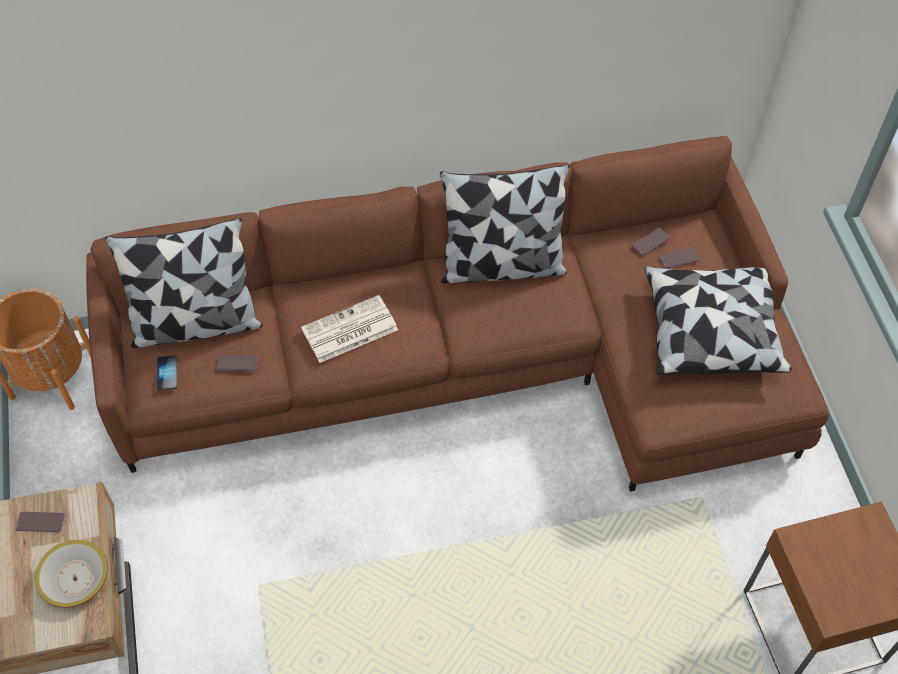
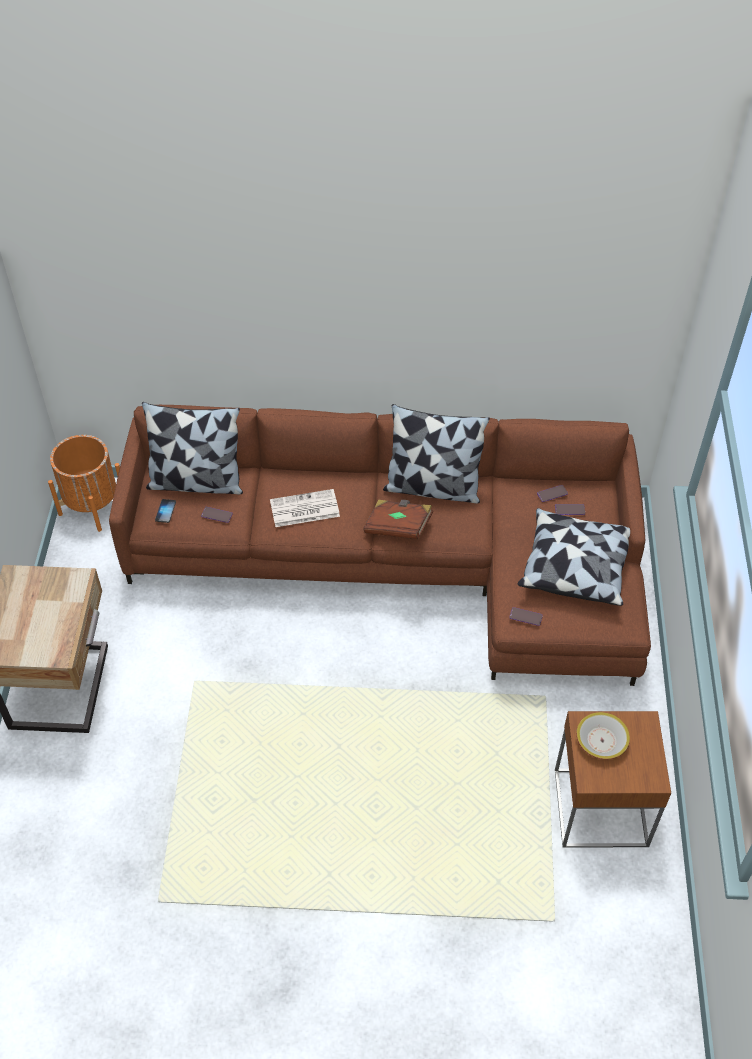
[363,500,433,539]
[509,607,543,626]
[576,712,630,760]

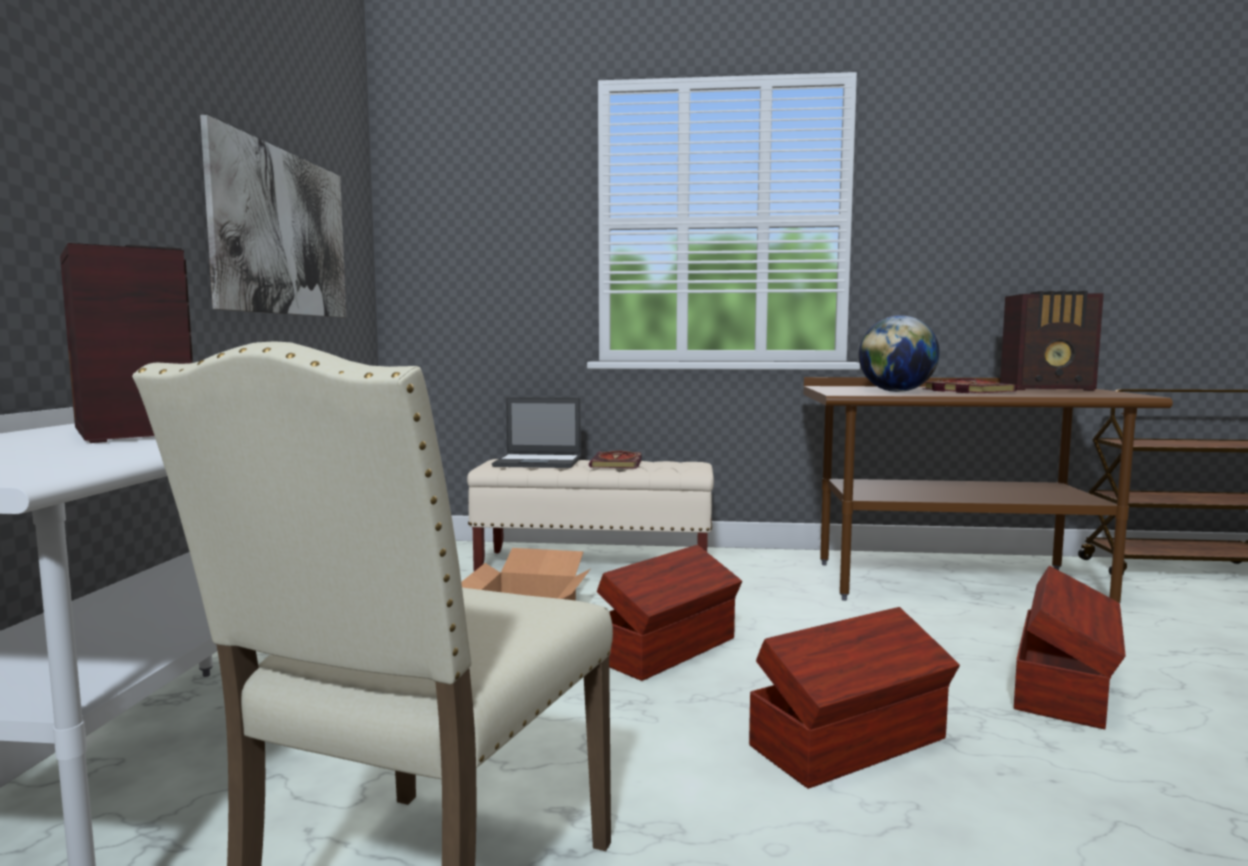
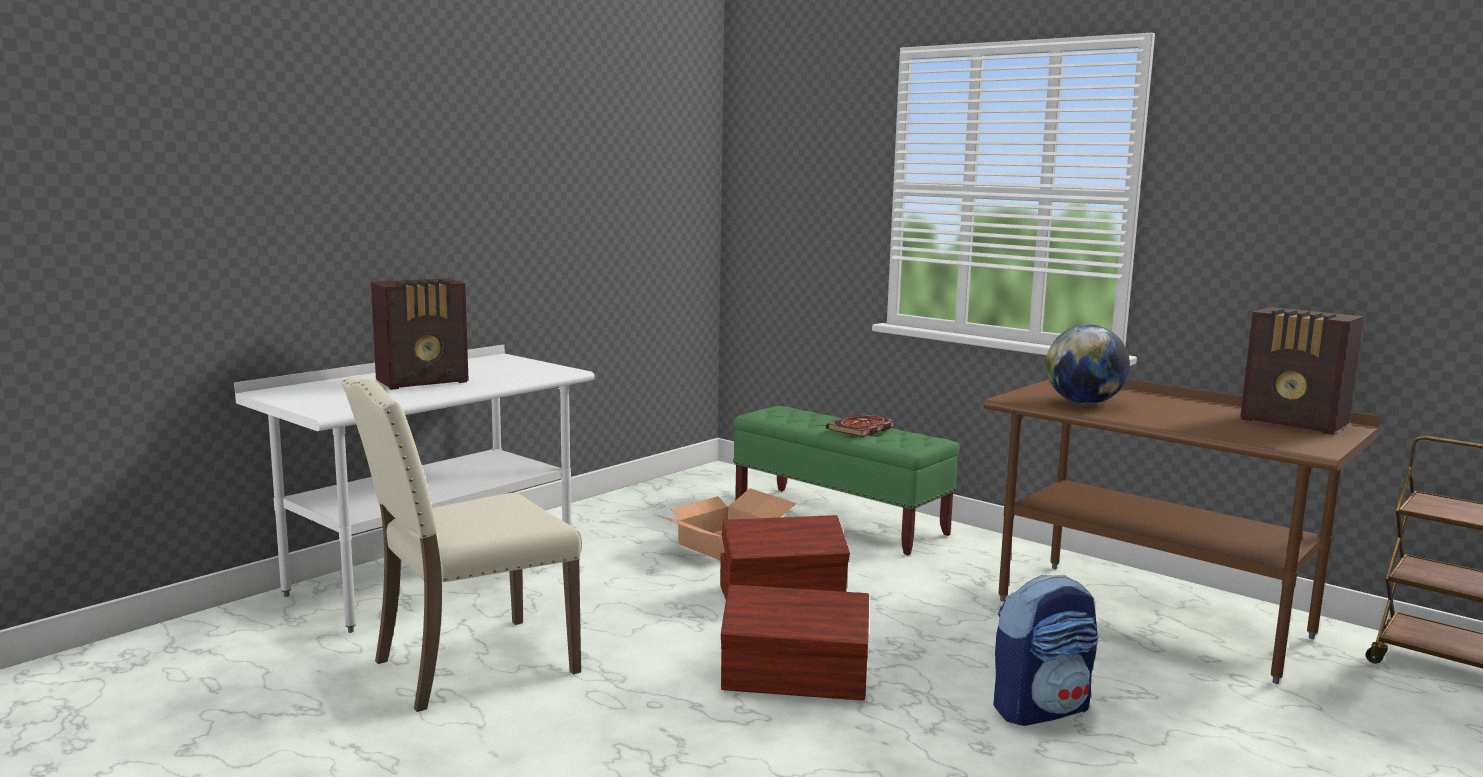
[200,115,346,317] (first image)
[492,397,581,468] (first image)
[922,378,1018,393] (first image)
[993,575,1098,726]
[733,406,960,555]
[371,278,469,390]

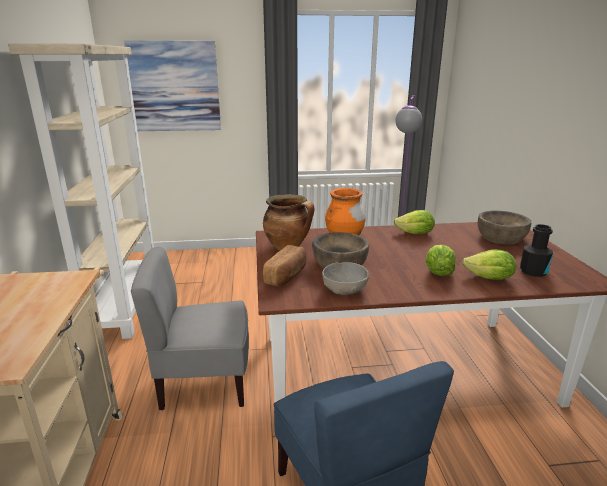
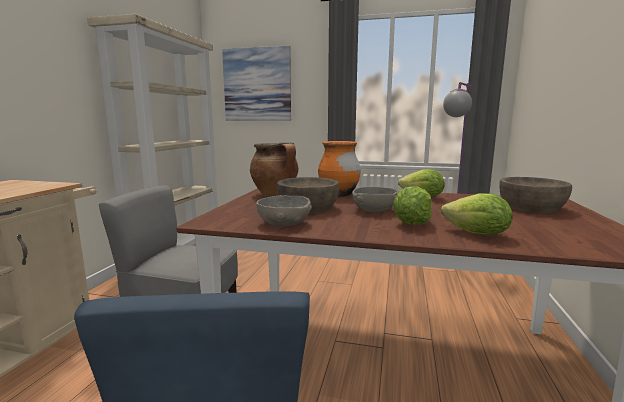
[263,245,307,286] (first image)
[520,224,553,277] (first image)
[352,187,399,212]

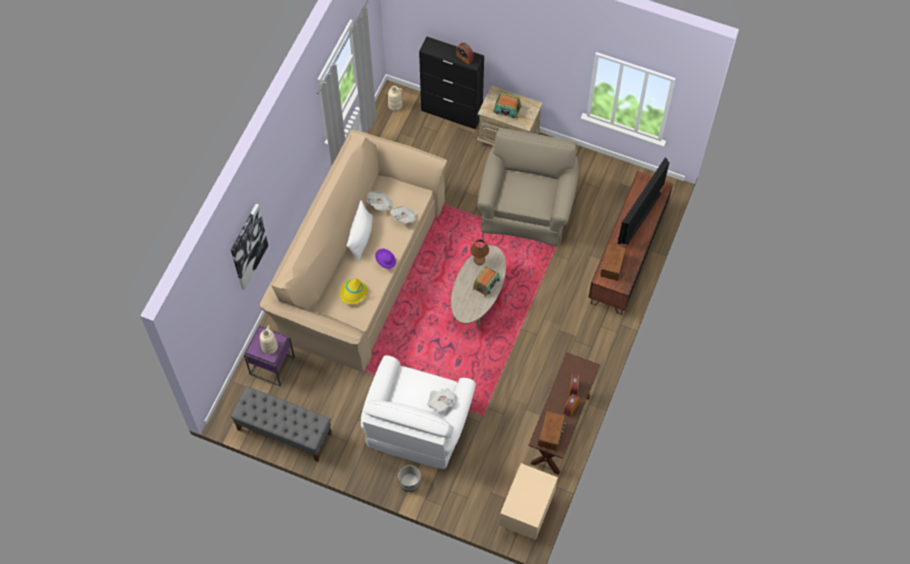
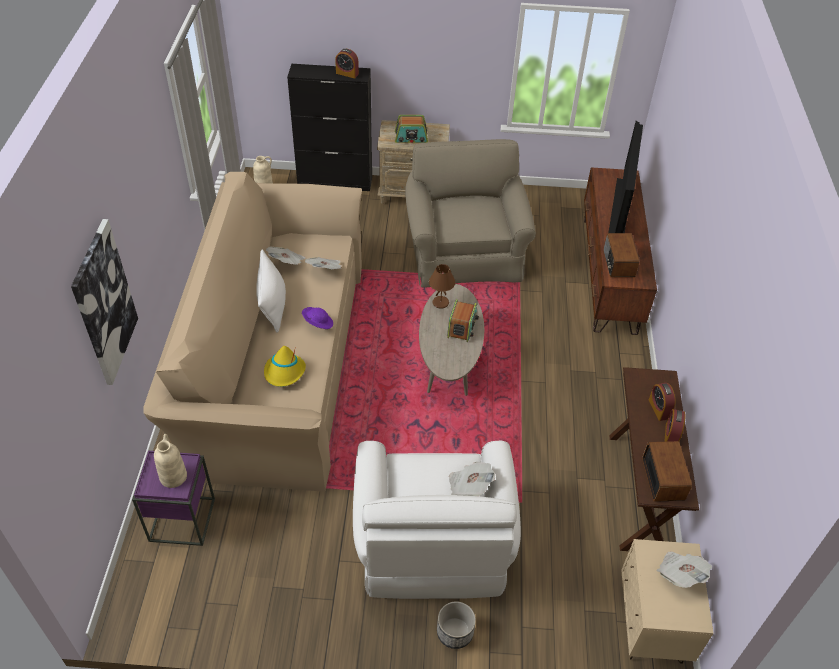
[231,386,332,462] (first image)
[657,551,712,588]

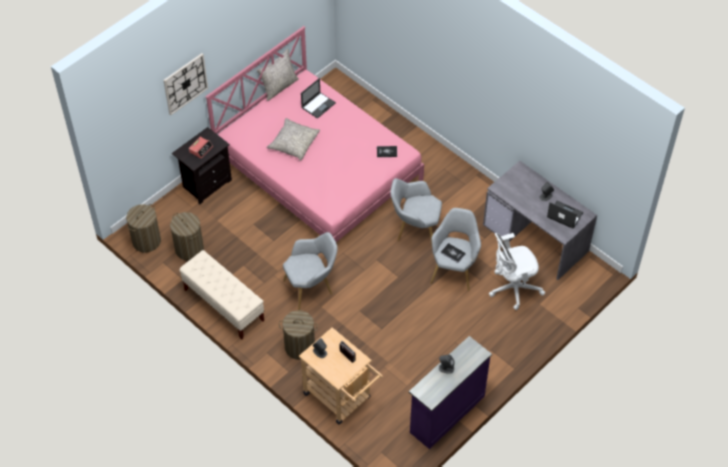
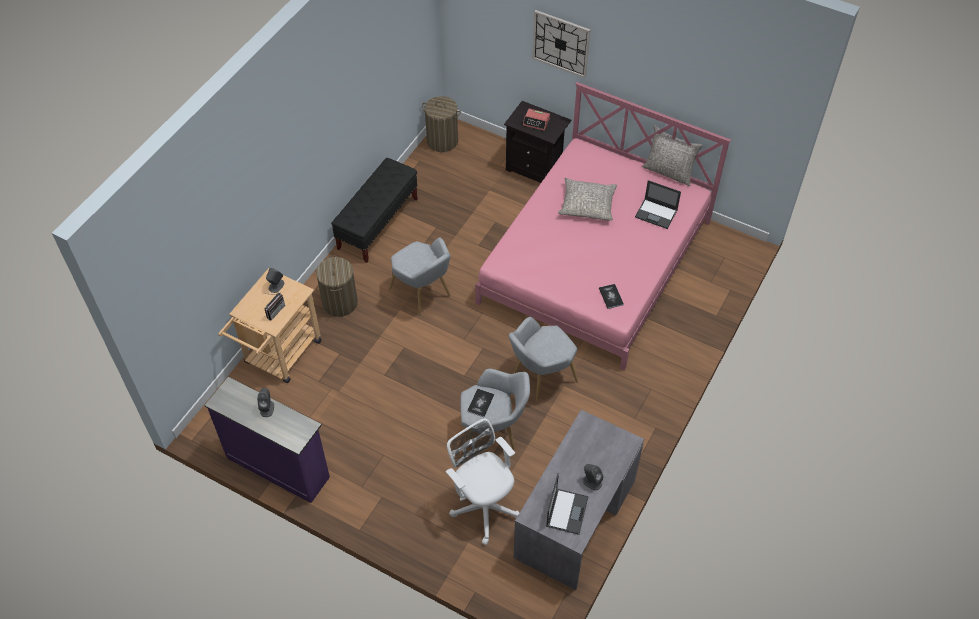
[170,212,204,260] (first image)
[331,158,418,263]
[509,317,578,402]

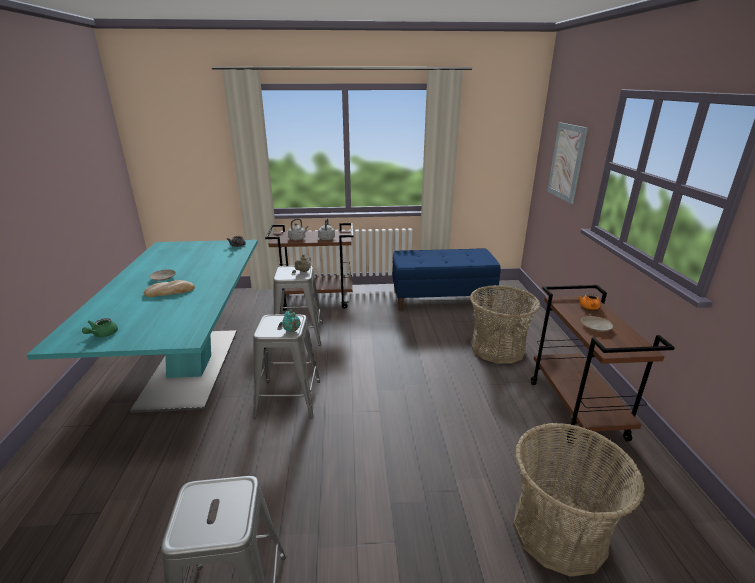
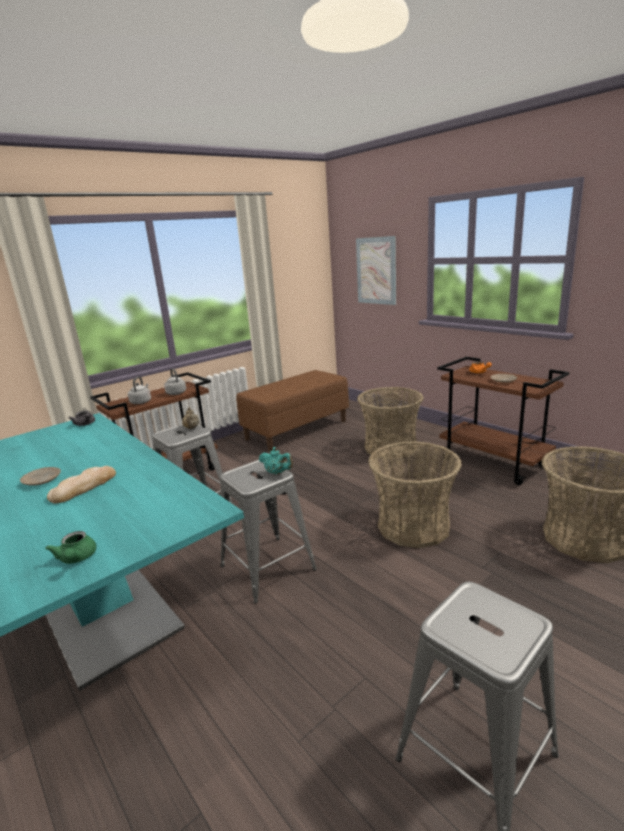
[368,441,462,548]
[236,370,349,452]

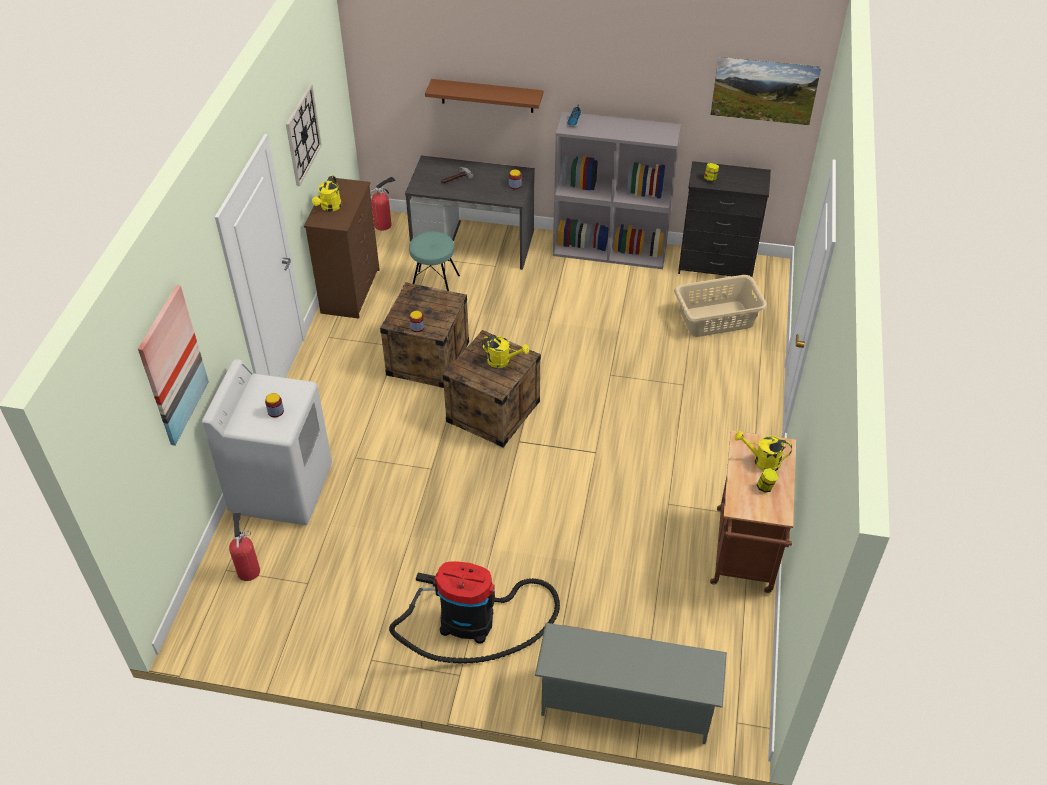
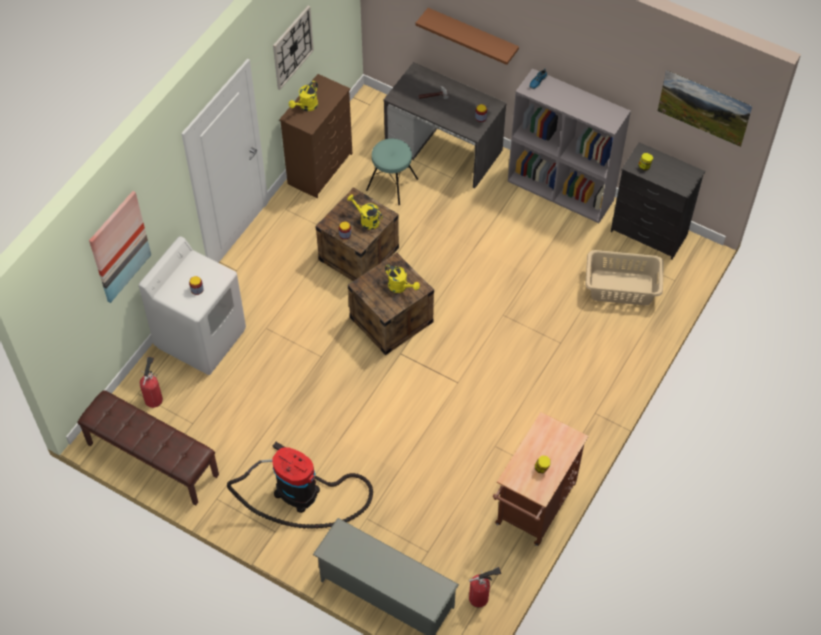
[77,390,219,506]
[469,567,501,607]
[347,194,383,230]

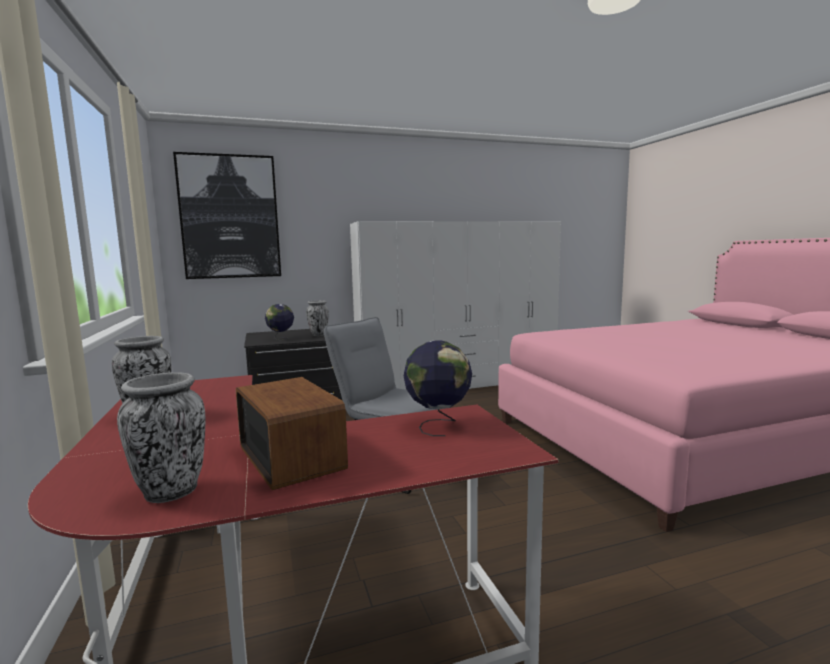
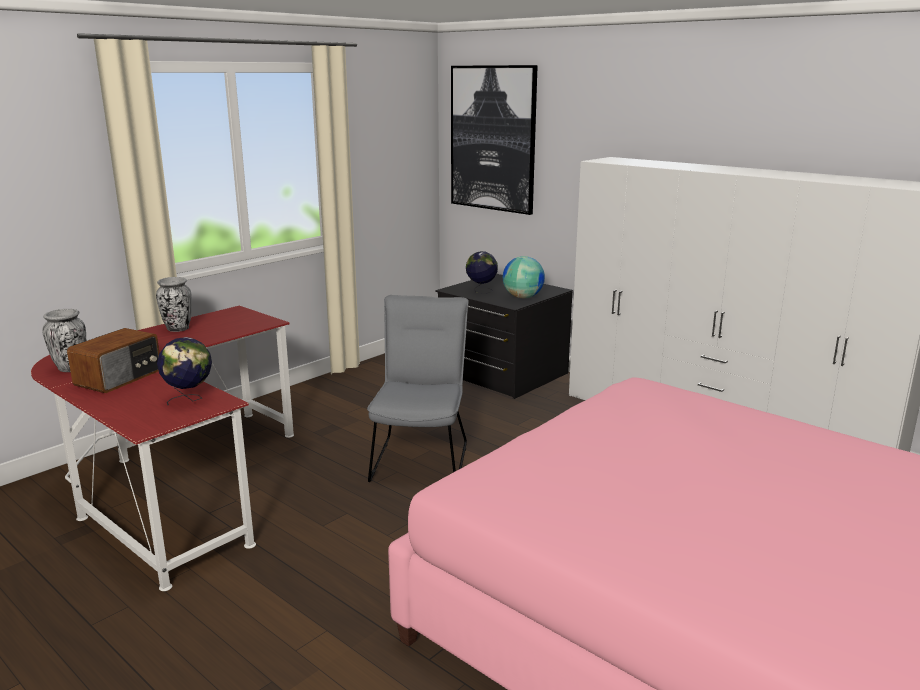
[503,256,545,298]

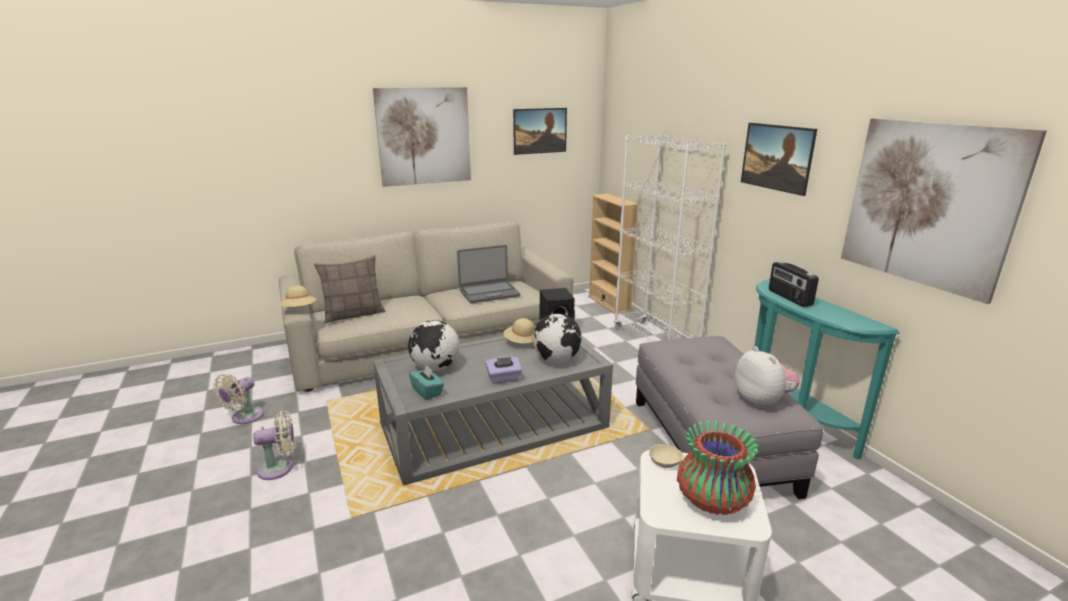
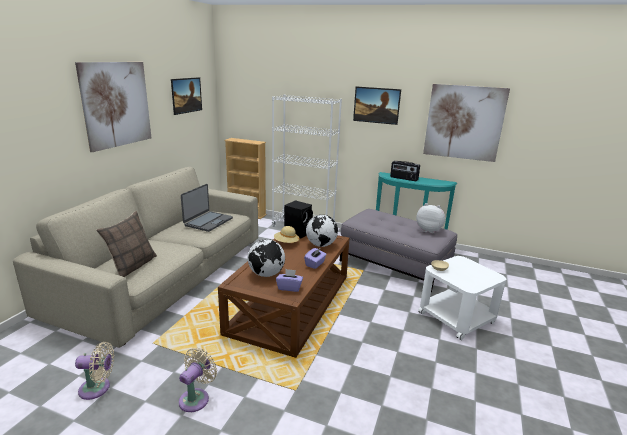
[279,286,316,307] (first image)
[677,421,759,515] (first image)
[218,235,350,358]
[276,269,303,292]
[75,342,114,400]

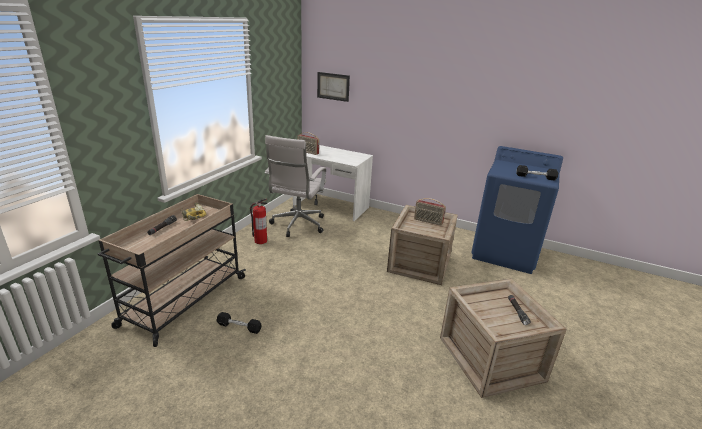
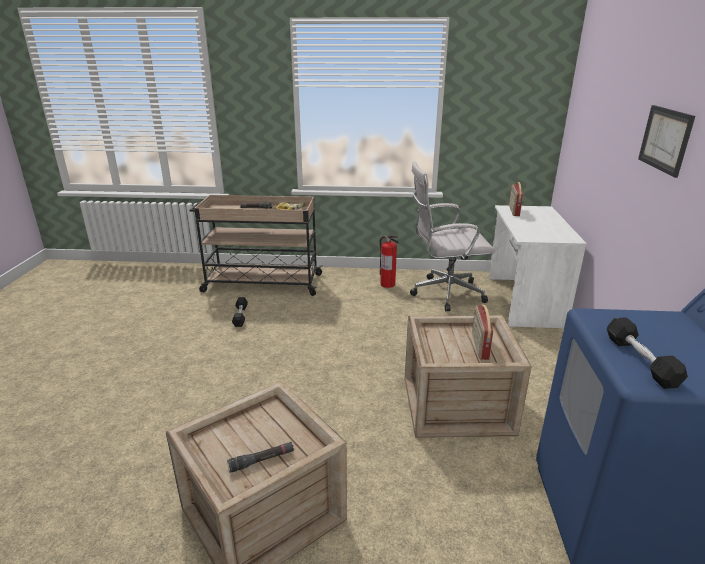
[638,105,695,178]

